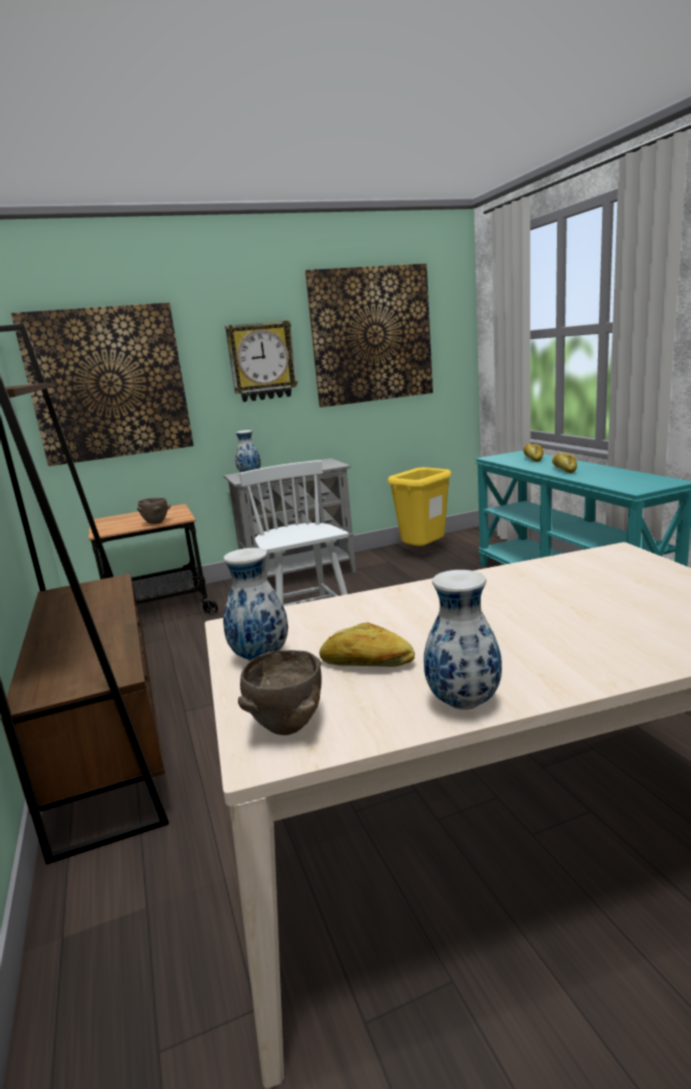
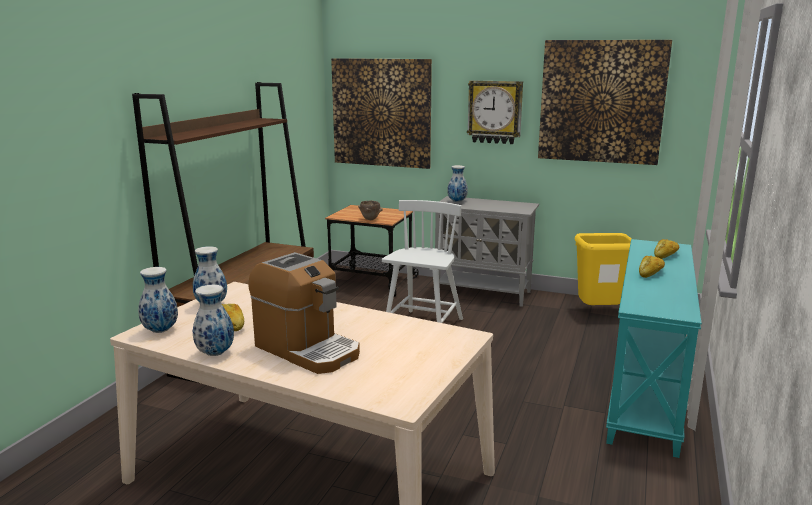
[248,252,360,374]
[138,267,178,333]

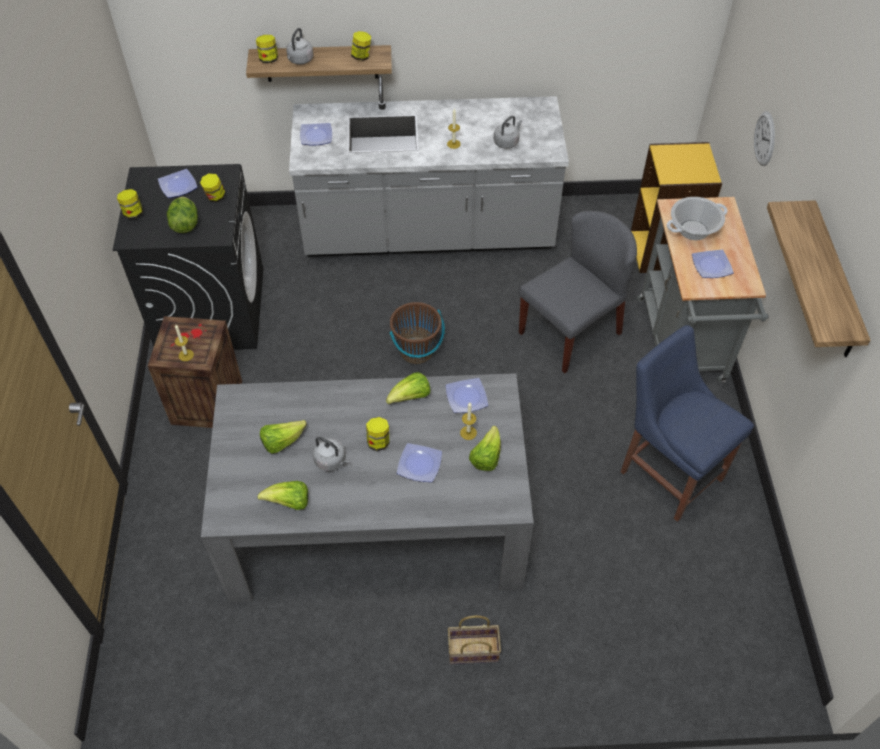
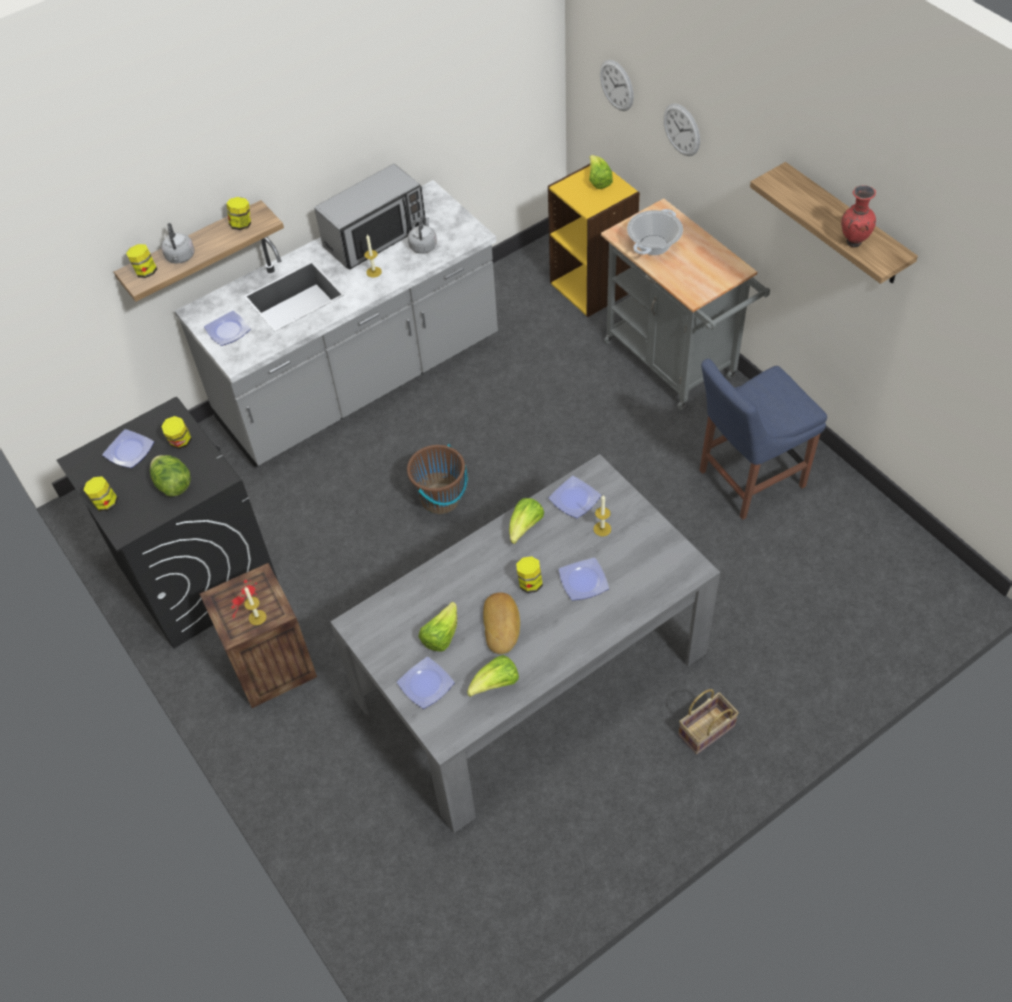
[519,211,637,374] (first image)
[314,164,426,270]
[600,60,634,111]
[841,185,876,248]
[589,155,613,189]
[397,657,455,709]
[483,592,520,654]
[699,359,827,520]

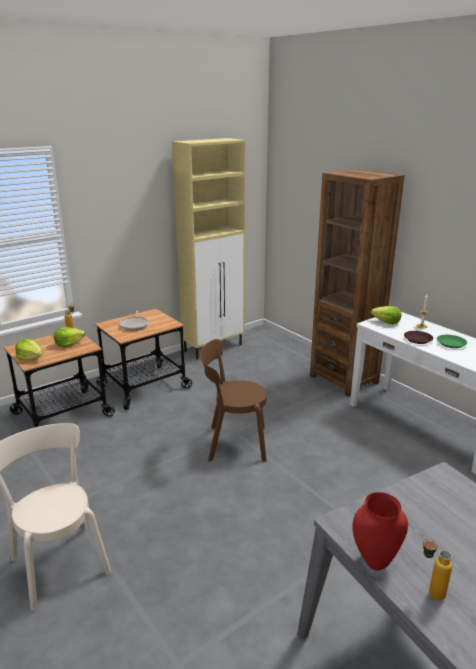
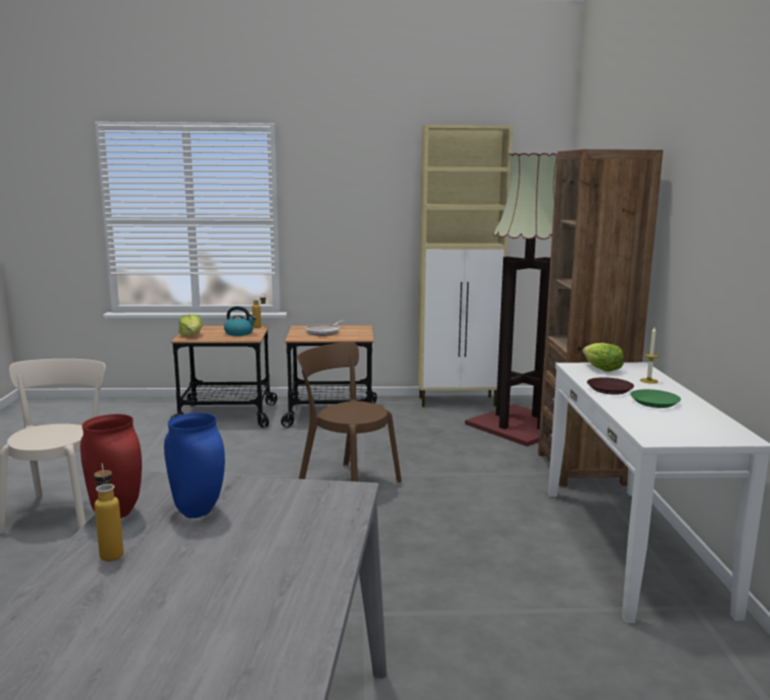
[164,413,225,518]
[465,153,557,447]
[224,306,257,336]

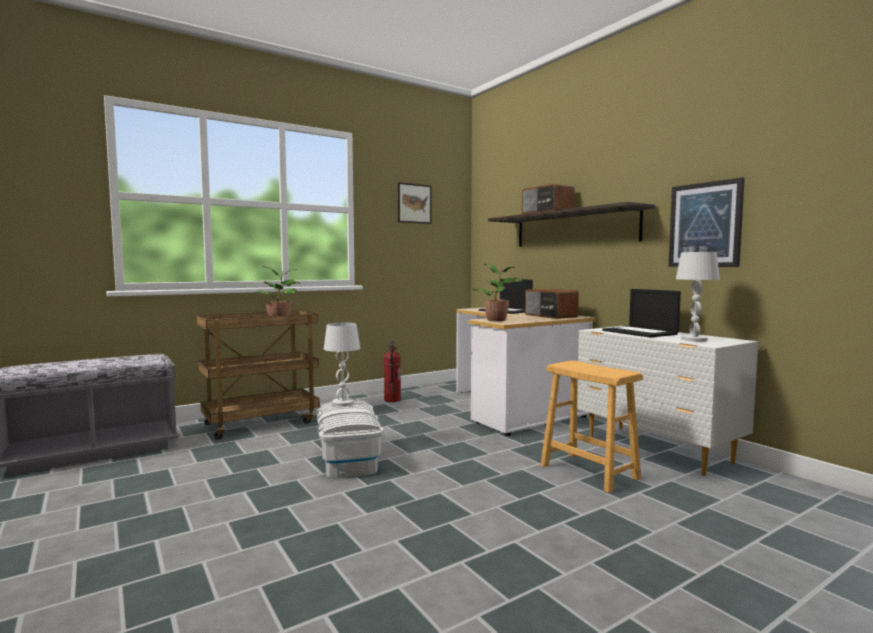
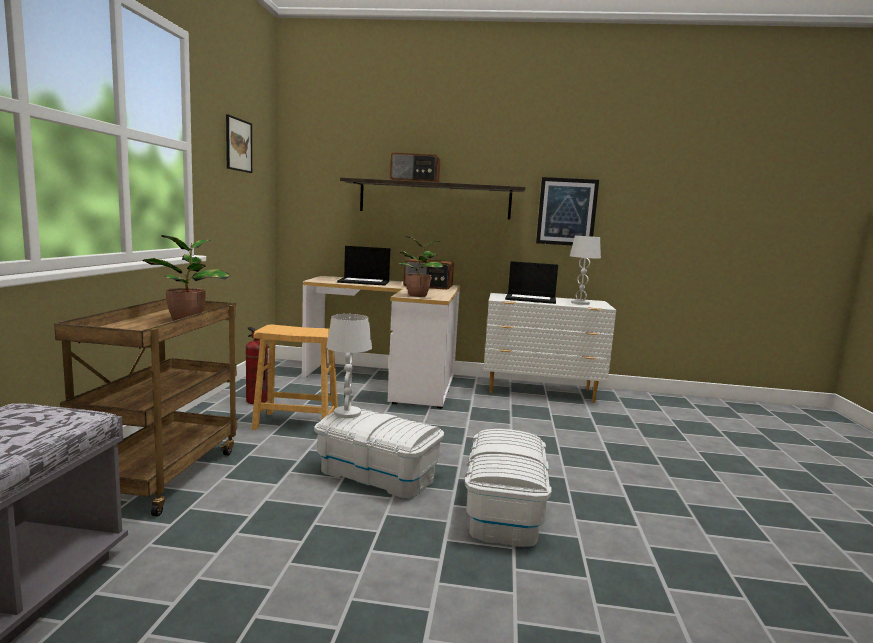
[465,429,552,547]
[251,325,338,430]

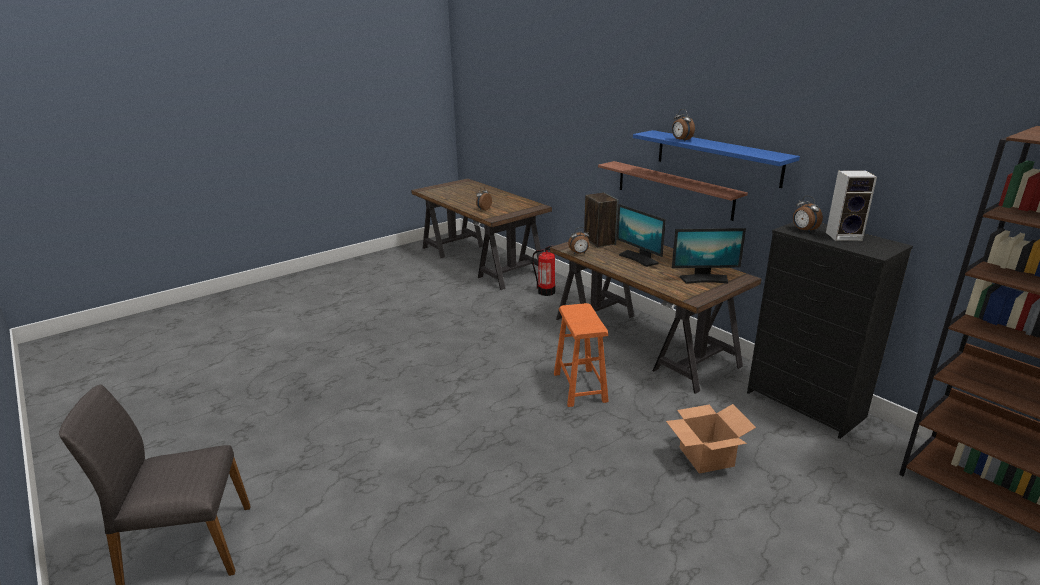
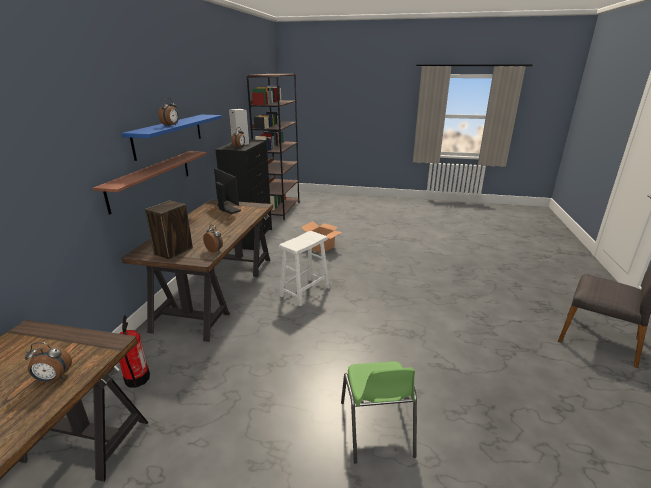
[617,204,666,267] (first image)
[341,361,417,464]
[279,231,330,306]

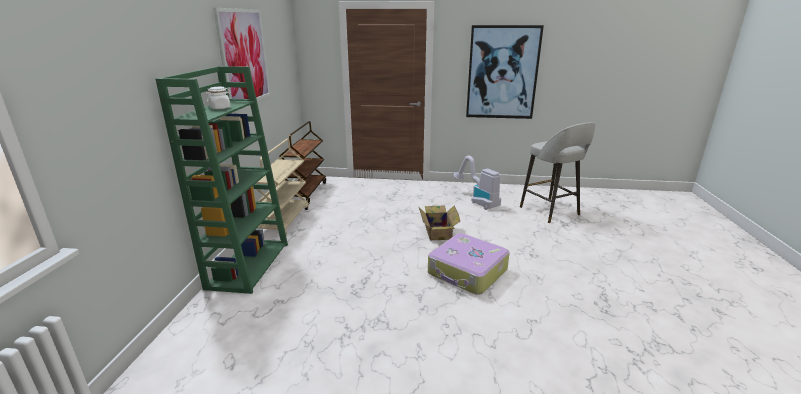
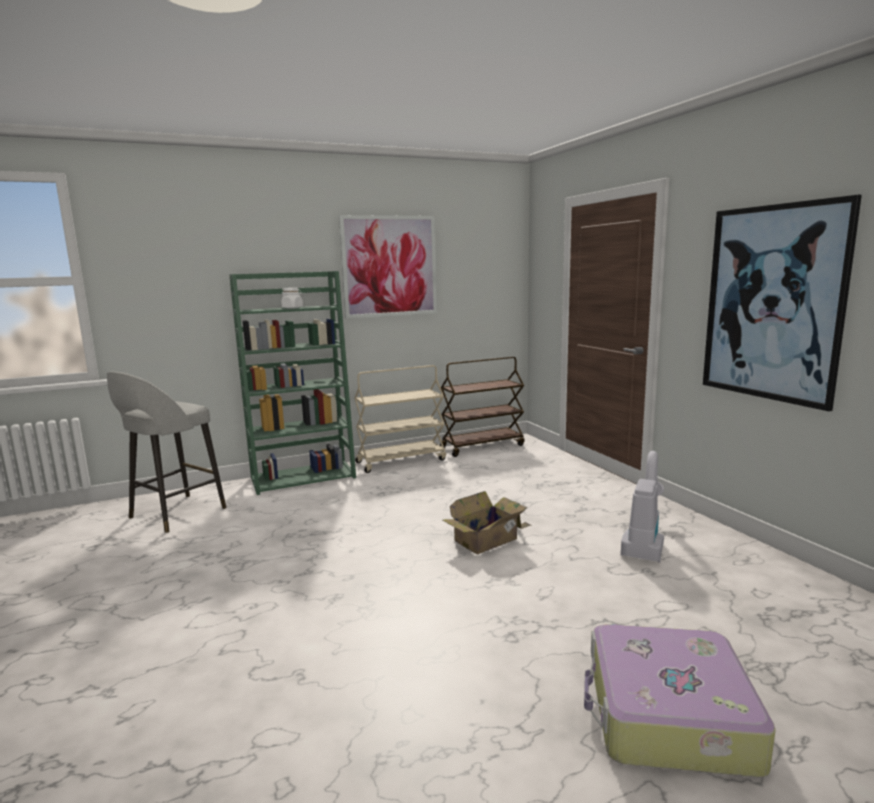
[584,624,776,777]
[107,371,227,533]

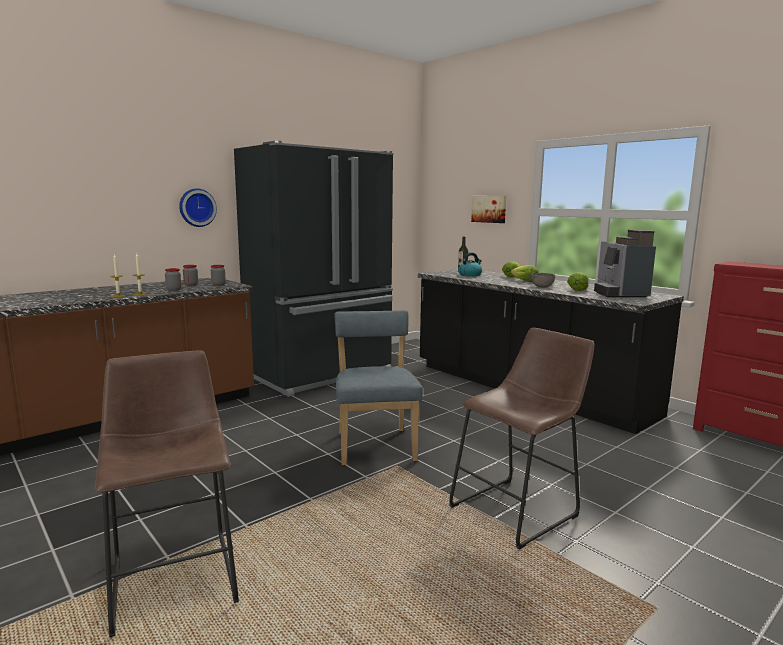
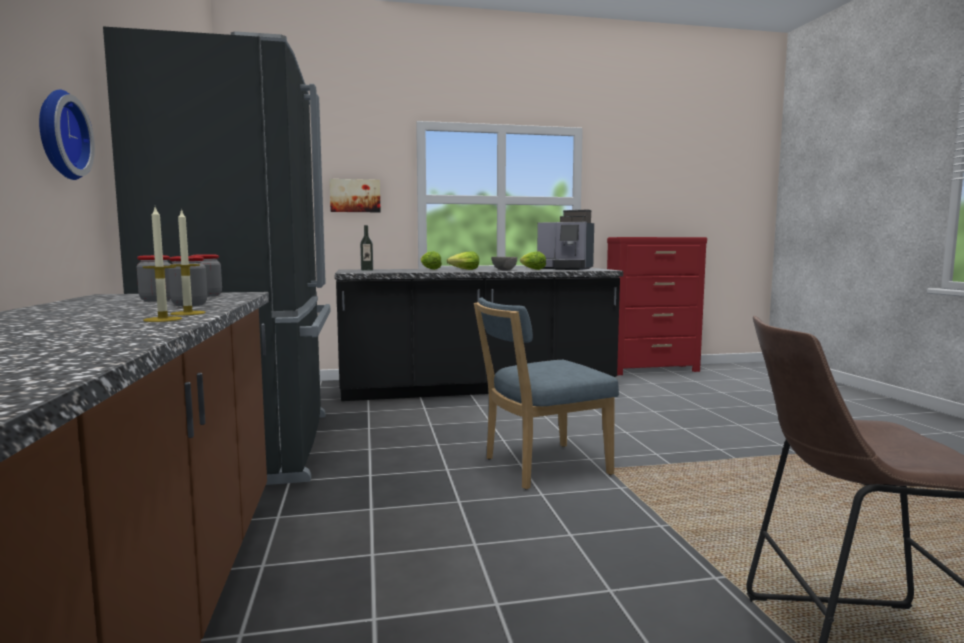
[449,327,595,549] (first image)
[458,252,482,276] (first image)
[474,297,619,490]

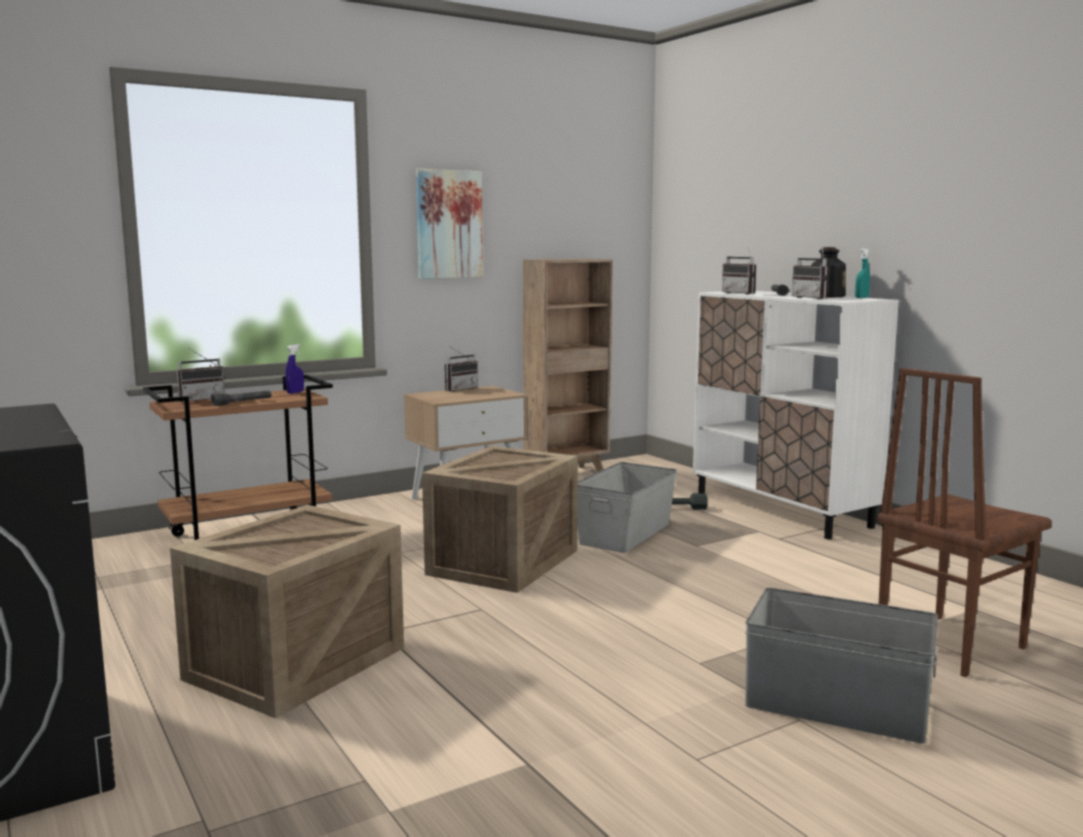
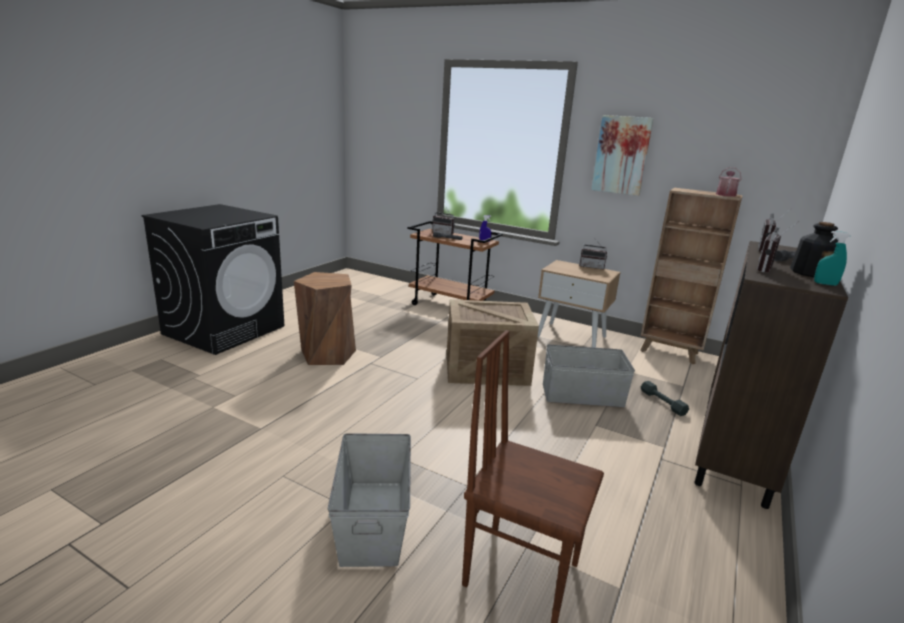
[716,167,741,197]
[294,272,356,365]
[694,241,848,509]

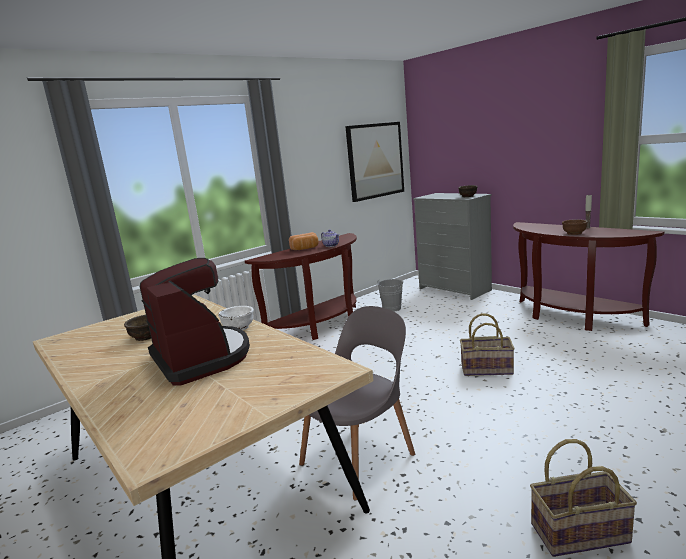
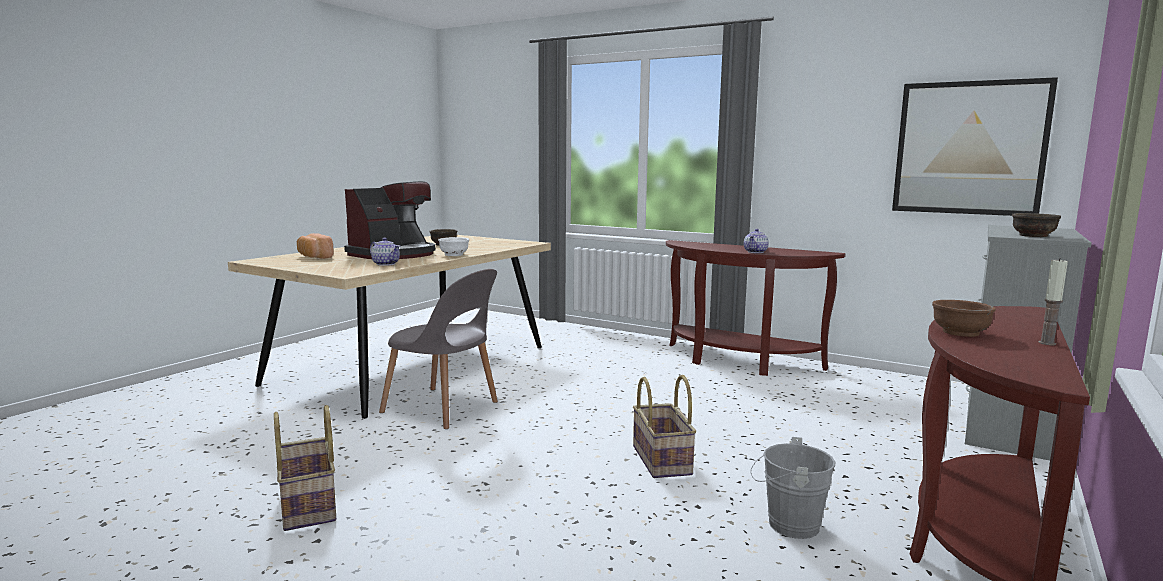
[370,238,400,266]
[297,233,334,259]
[750,437,836,539]

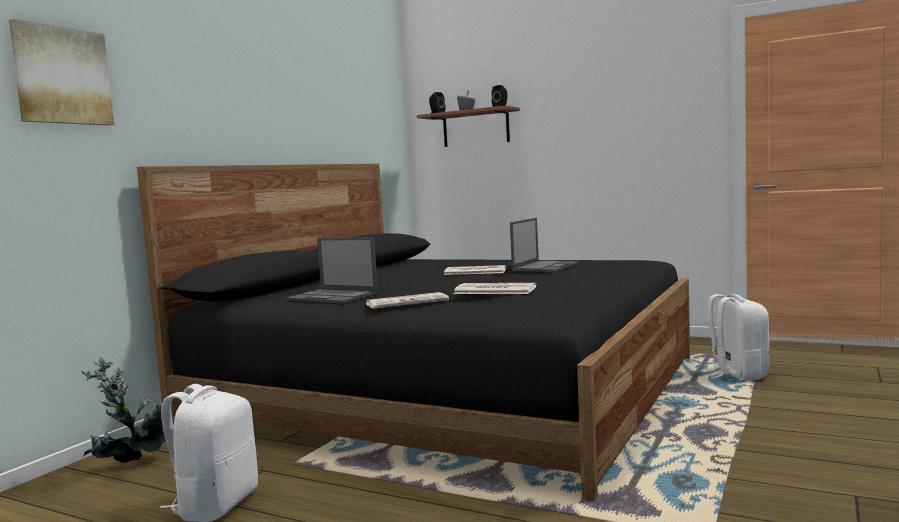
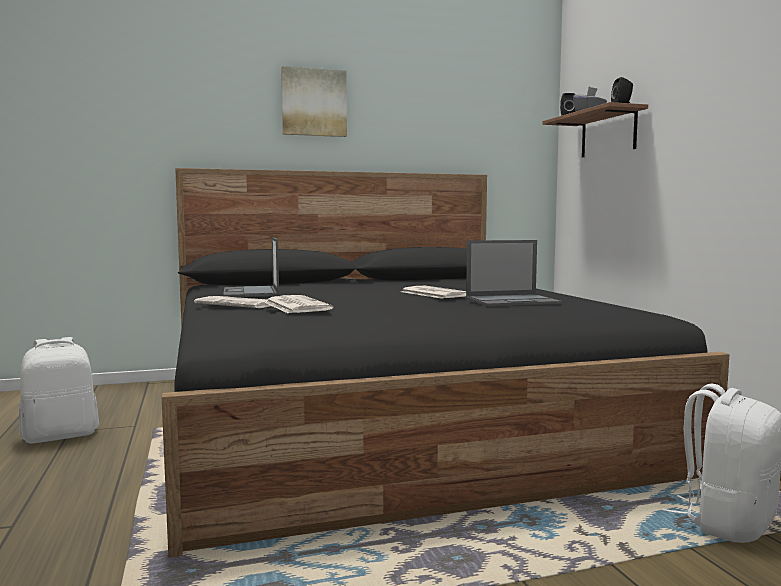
[81,357,174,463] (first image)
[281,66,347,137]

